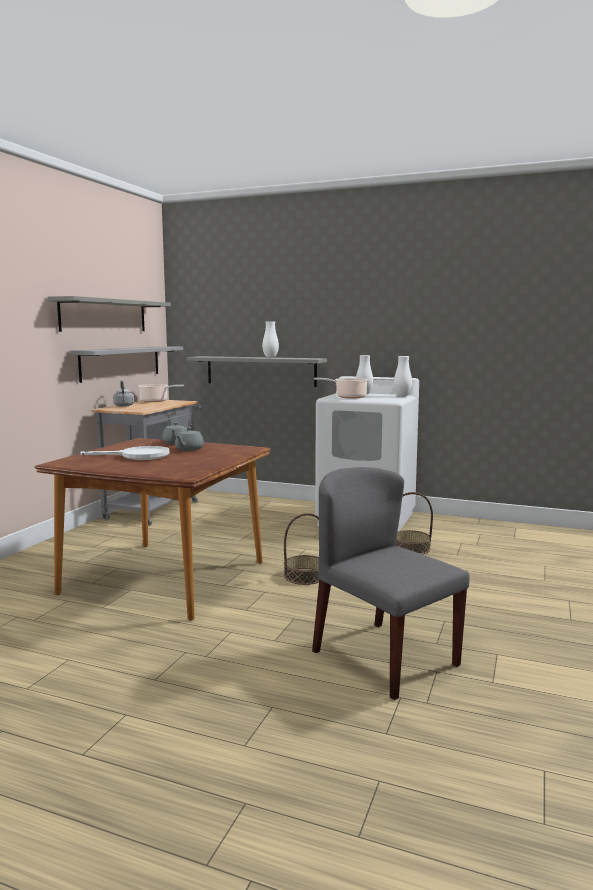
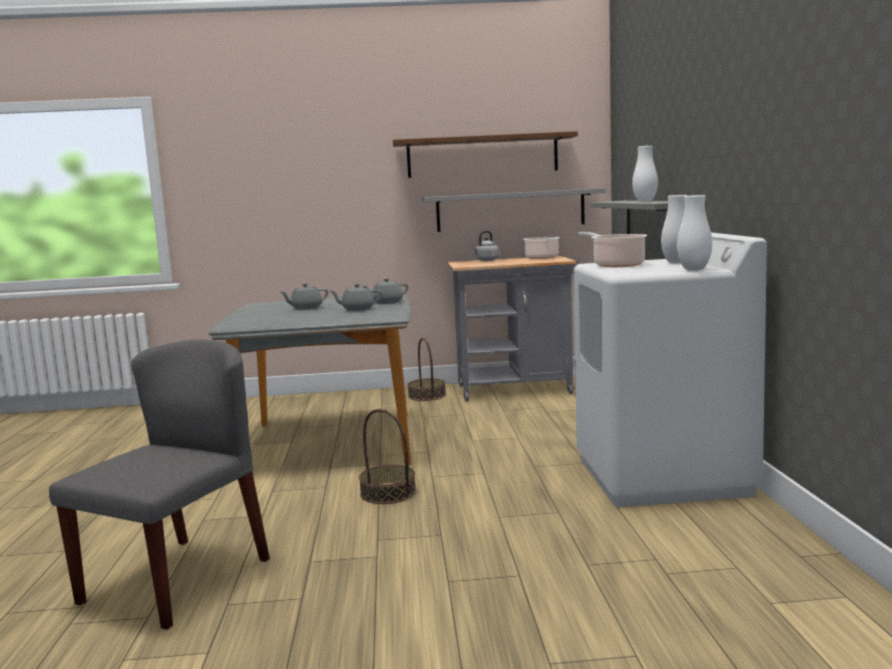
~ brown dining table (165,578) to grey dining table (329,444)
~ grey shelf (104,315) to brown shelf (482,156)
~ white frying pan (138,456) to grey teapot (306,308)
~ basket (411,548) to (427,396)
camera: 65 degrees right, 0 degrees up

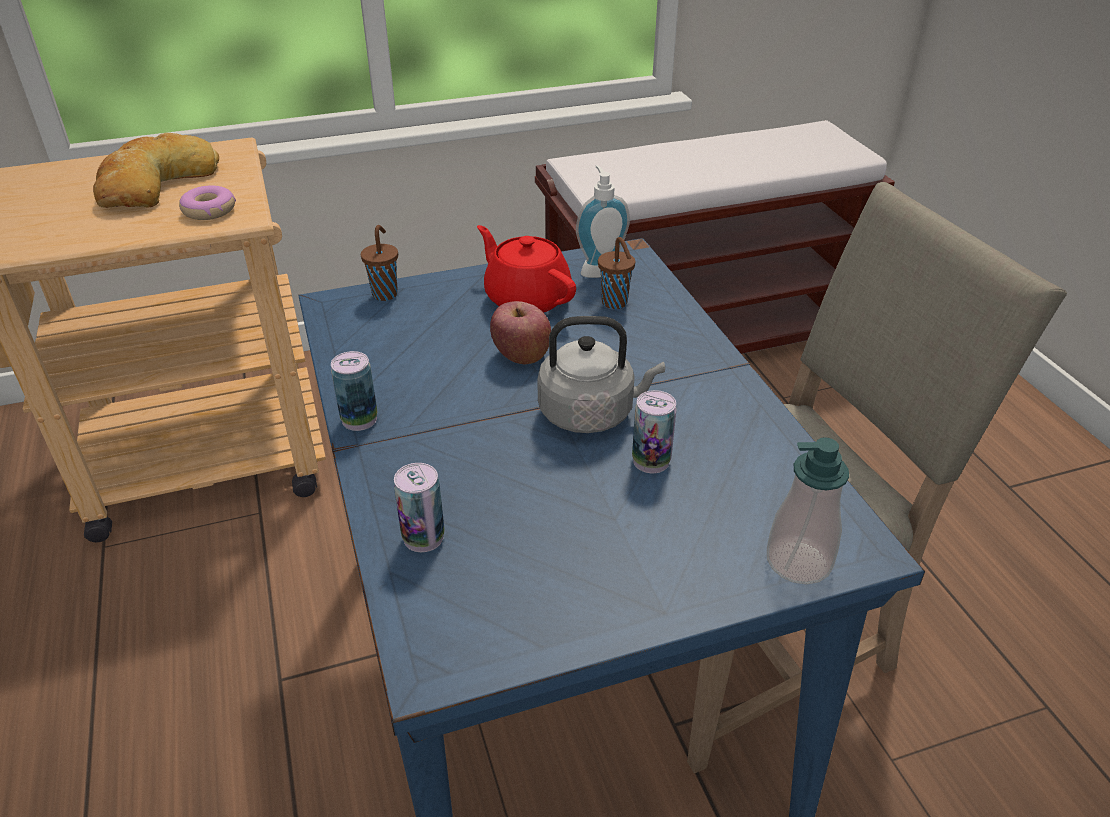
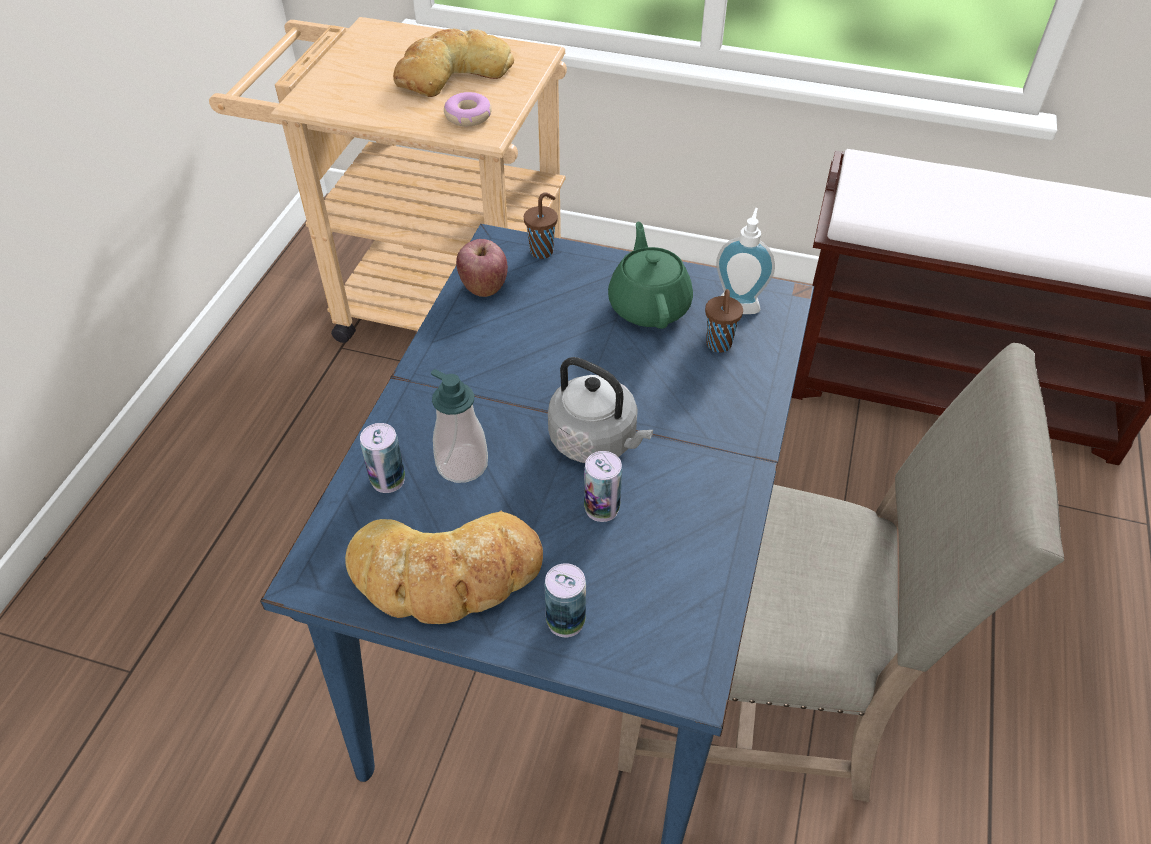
~ can (359,419) to (565,621)
~ red teapot (526,298) to green teapot (649,305)
~ apple (521,355) to (484,286)
~ soap dispenser (798,561) to (462,464)
+ bread (446,574)
camera: 35 degrees right, 10 degrees up

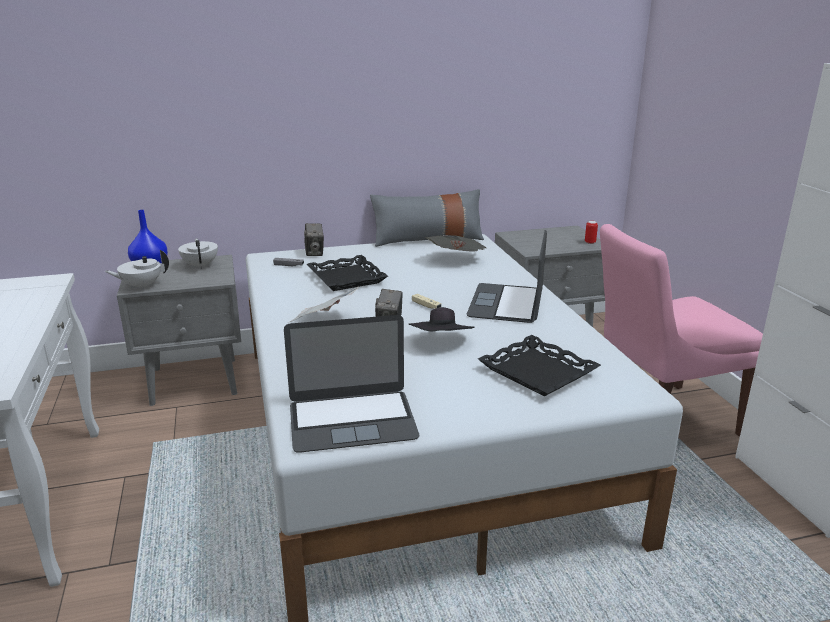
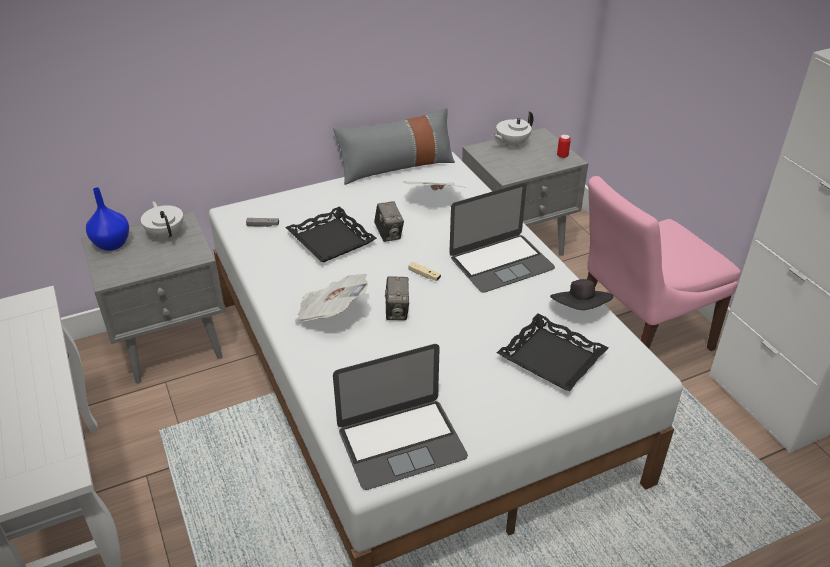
~ white teapot (141,286) to (511,144)
~ photo camera (314,253) to (389,234)
~ black hat (441,343) to (580,310)
~ laptop (506,303) = (501,263) 120 degrees counterclockwise
camera: 10 degrees left, 15 degrees up

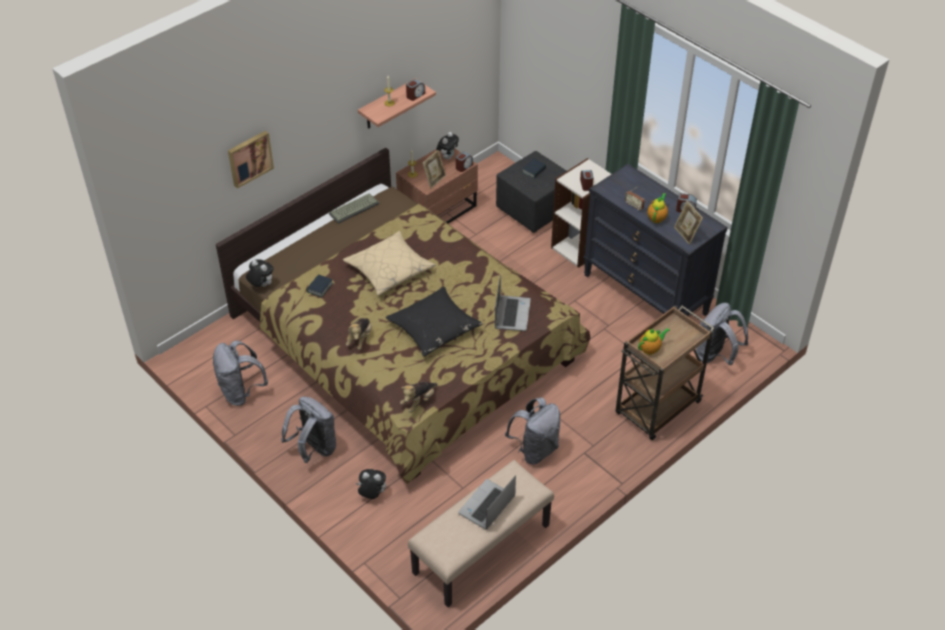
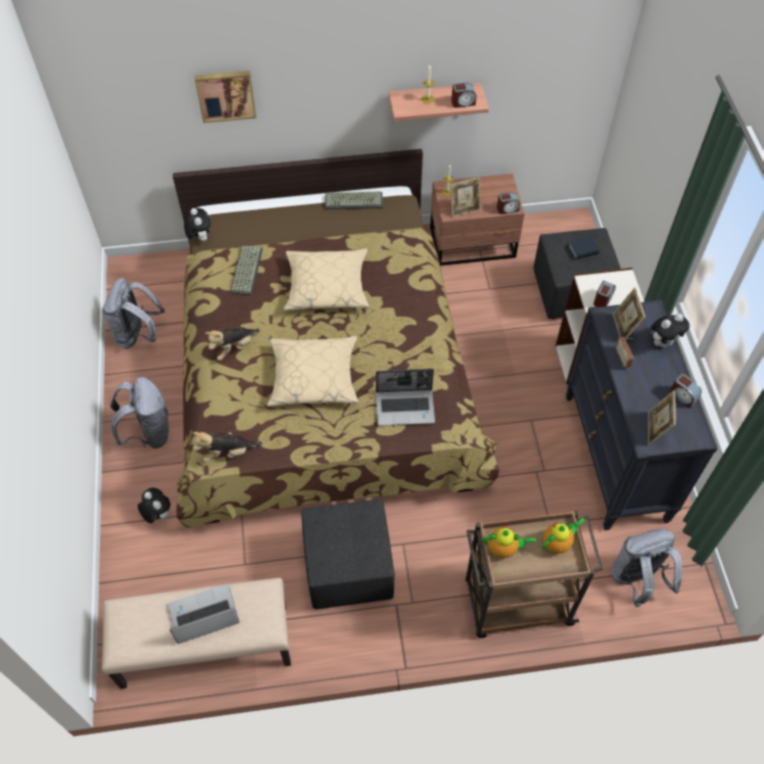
~ book (319,287) to keyboard (245,270)
~ black pillow (434,328) to beige pillow (314,377)
~ plush toy (448,157) to (663,342)
~ laptop (511,313) = (406,407) 45 degrees clockwise
~ grey backpack (535,449) to black ottoman (349,568)
~ teapot (657,218) to (558,543)
+ picture frame (624,328)
camera: 35 degrees right, 10 degrees up

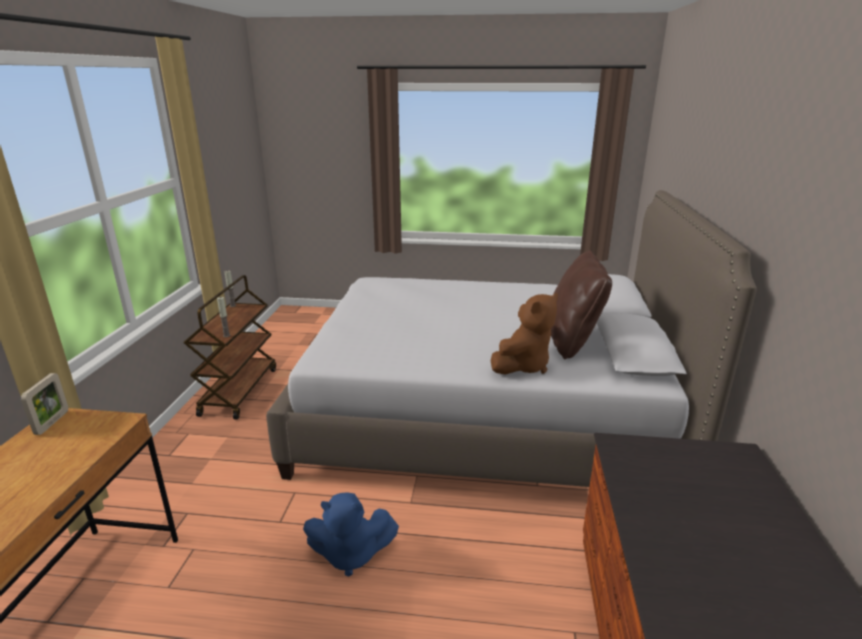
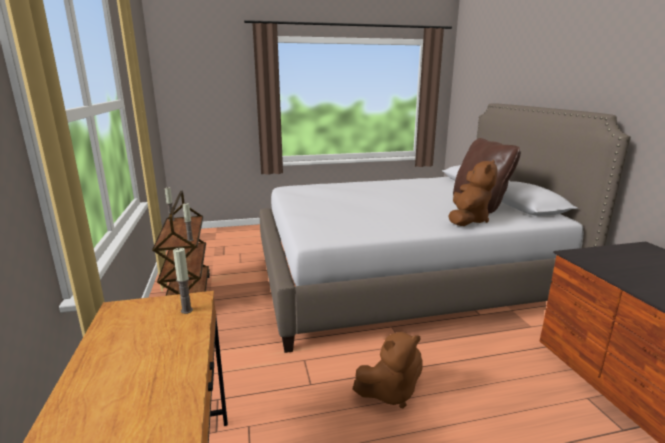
- picture frame (52,422)
~ blue plush toy (350,554) to brown plush toy (390,392)
+ candle (186,310)
camera: 20 degrees left, 5 degrees down

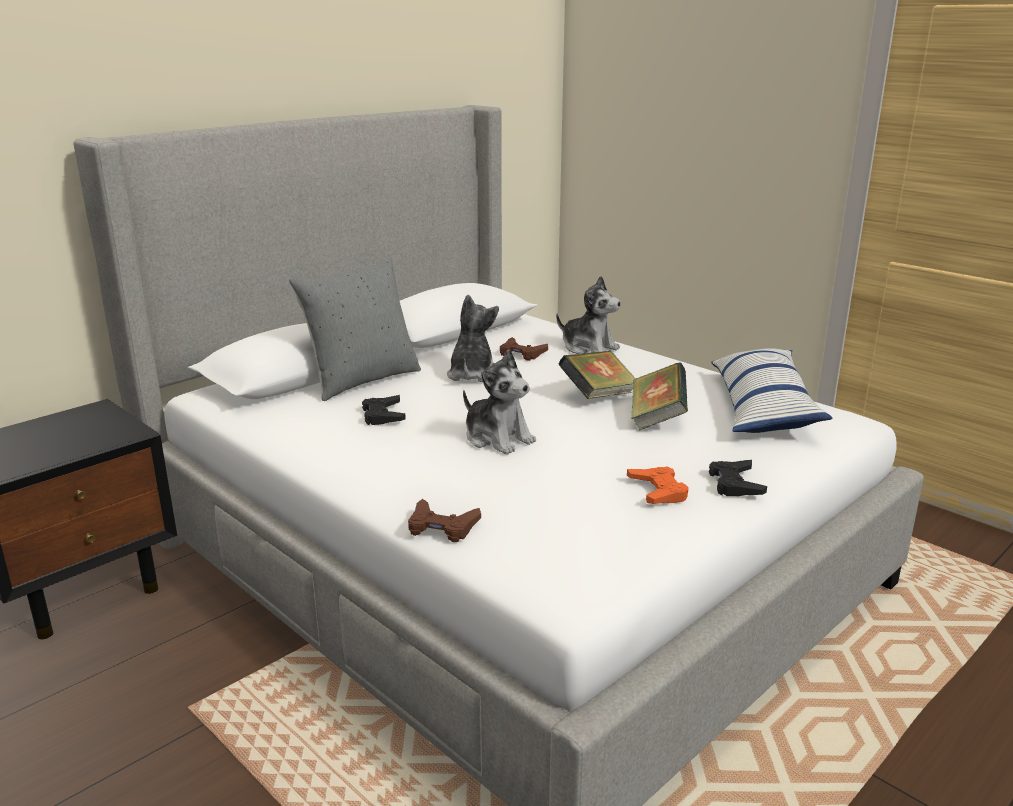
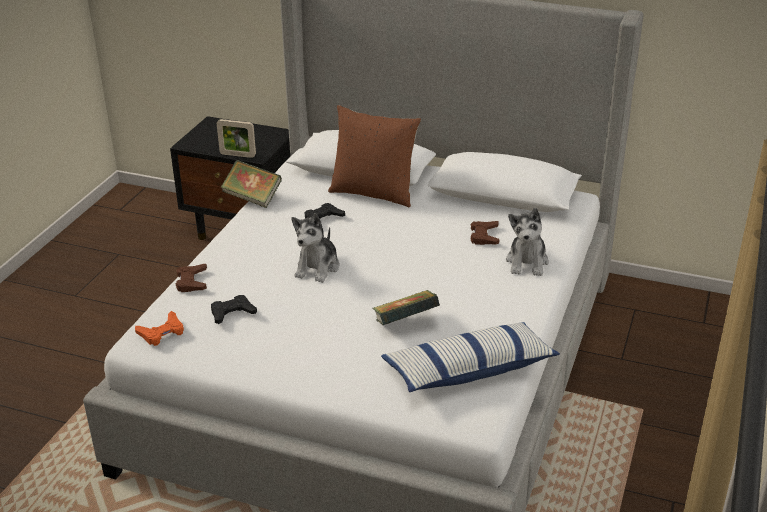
~ grey pillow (362,380) to brown pillow (374,193)
- plush toy (472,375)
~ book (598,396) to (252,198)
~ orange game controller (658,491) to (162,333)
~ black game controller (735,484) to (232,313)
+ picture frame (238,155)
camera: 65 degrees right, 10 degrees up

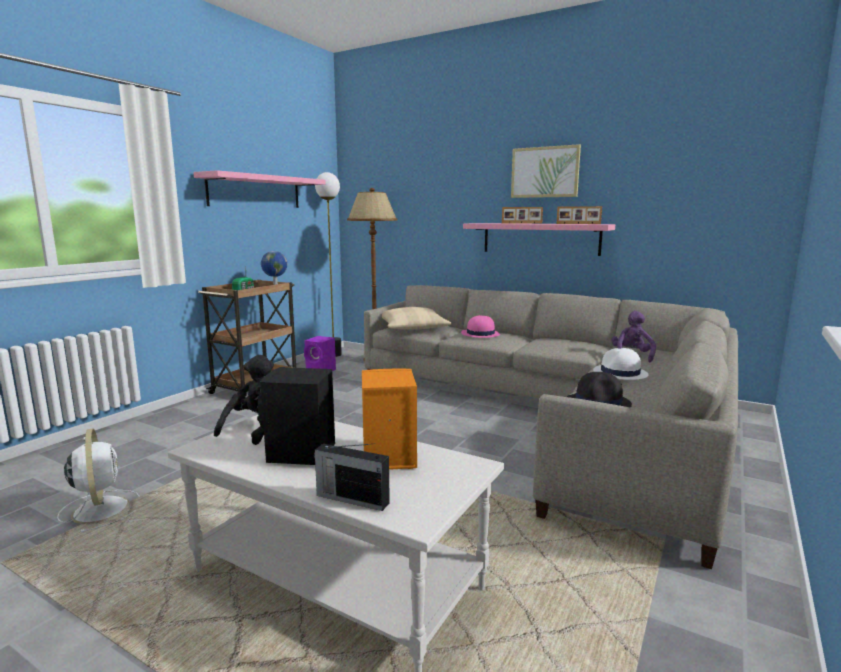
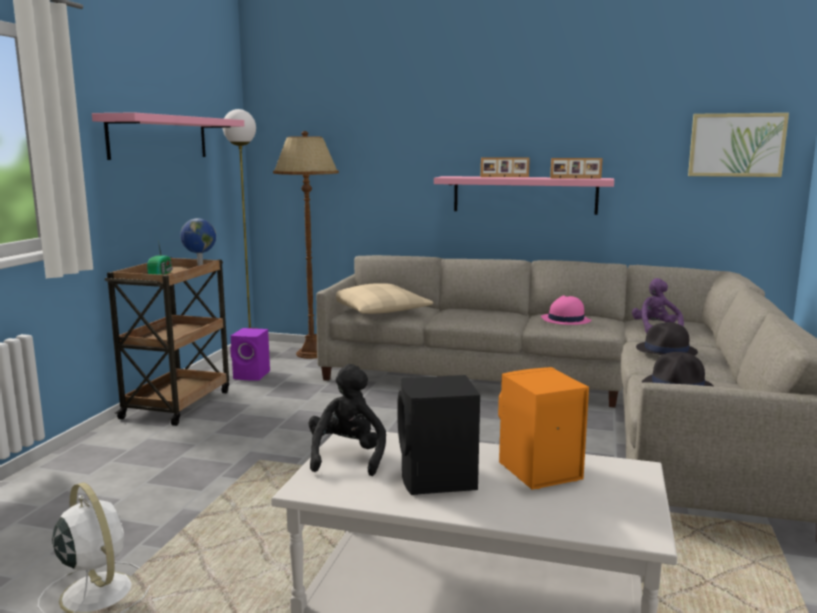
- radio (351,498)
~ pink hat (480,334) to (565,320)
~ picture (545,172) to (736,145)
~ white hat (620,373) to black hat (666,351)
camera: 15 degrees left, 0 degrees up

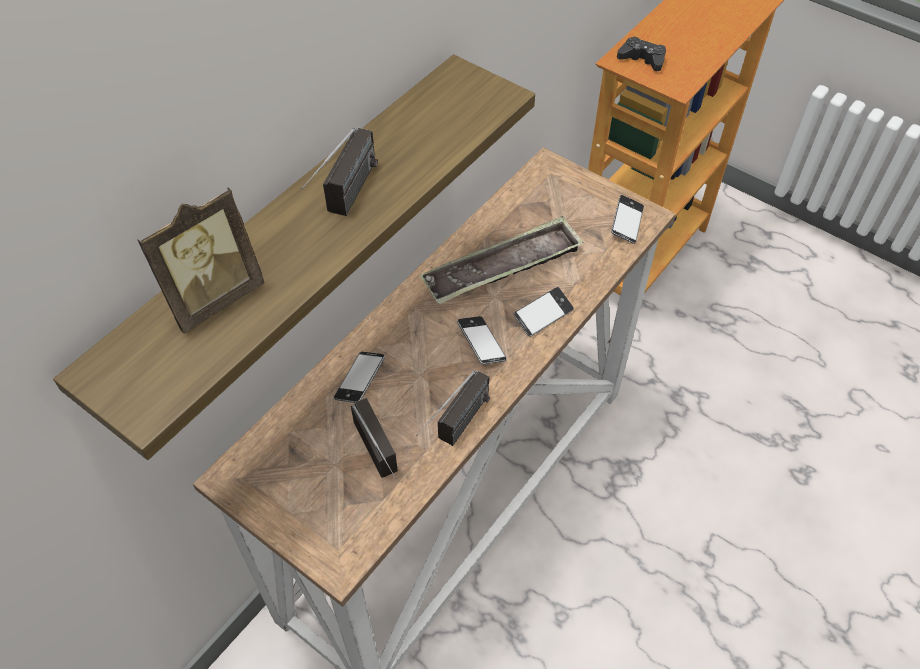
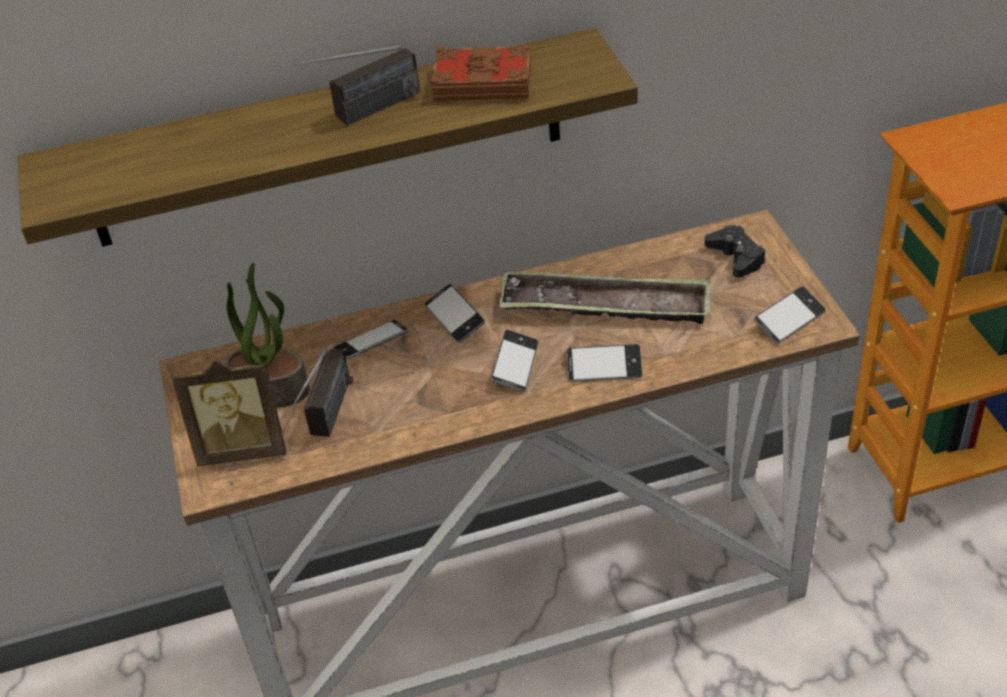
~ picture frame (213,298) to (243,448)
- radio (455,431)
~ black game controller (642,59) to (736,257)
+ potted plant (272,389)
+ phone (455,318)
+ brown book (483,82)
camera: 40 degrees right, 10 degrees down

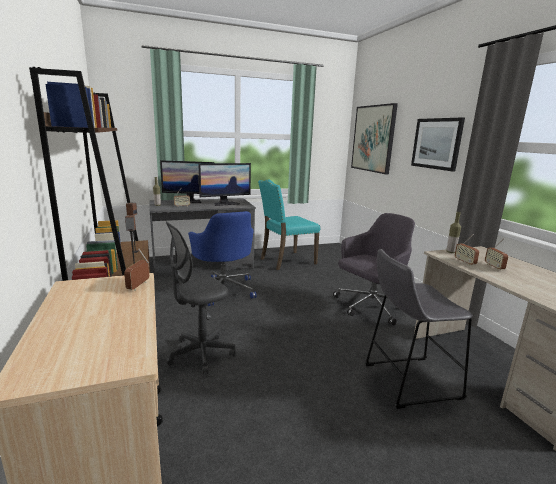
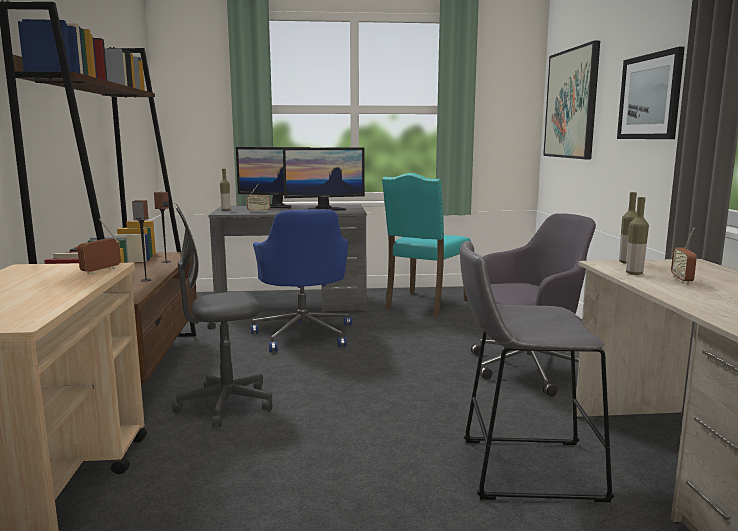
~ turquoise chair (286,261) = (424,305) 45 degrees counterclockwise
~ radio (465,262) to bottle (634,273)
camera: 15 degrees right, 5 degrees down

